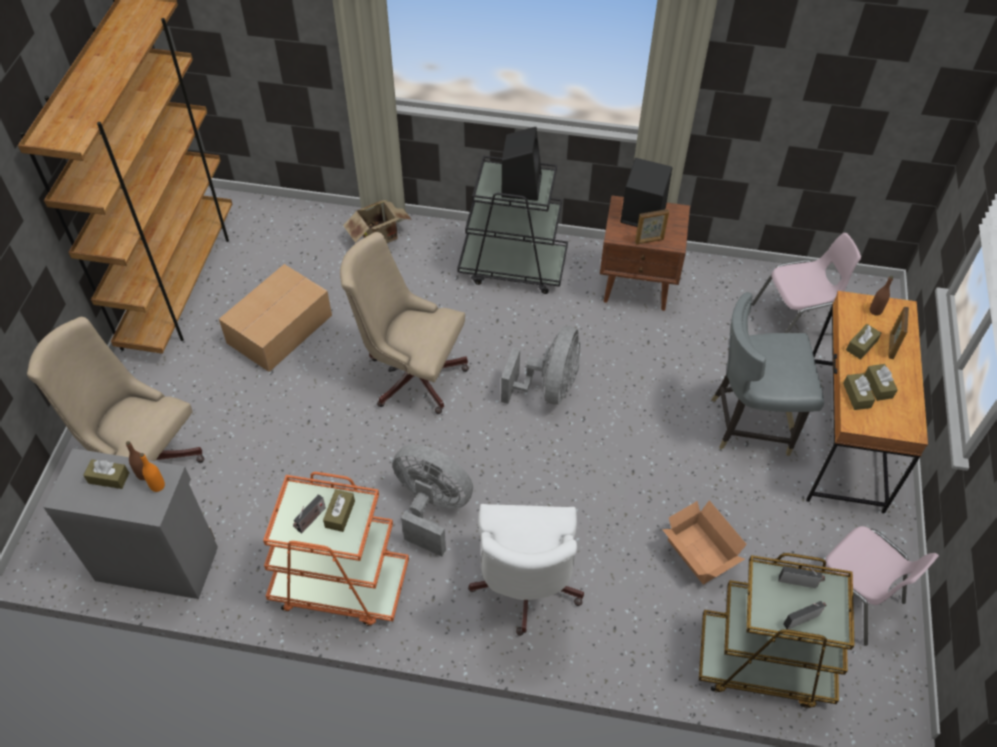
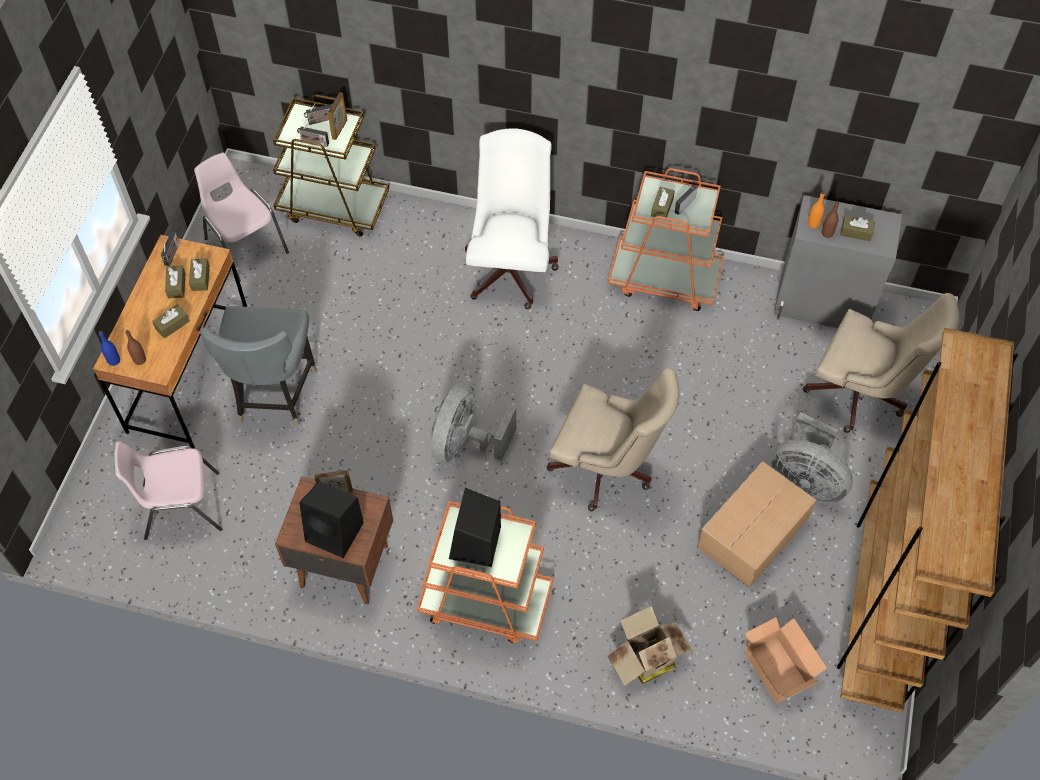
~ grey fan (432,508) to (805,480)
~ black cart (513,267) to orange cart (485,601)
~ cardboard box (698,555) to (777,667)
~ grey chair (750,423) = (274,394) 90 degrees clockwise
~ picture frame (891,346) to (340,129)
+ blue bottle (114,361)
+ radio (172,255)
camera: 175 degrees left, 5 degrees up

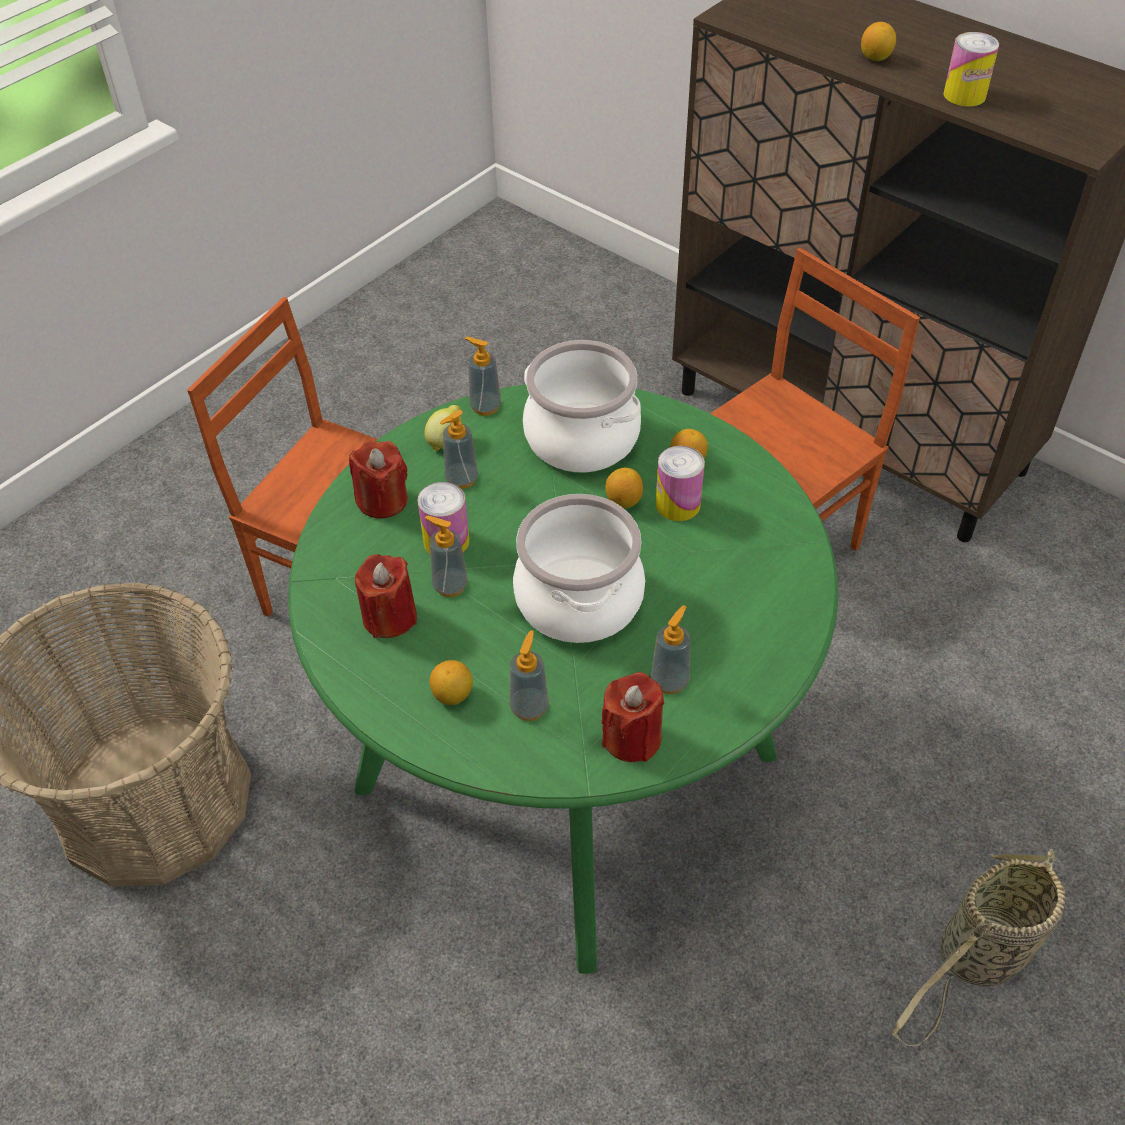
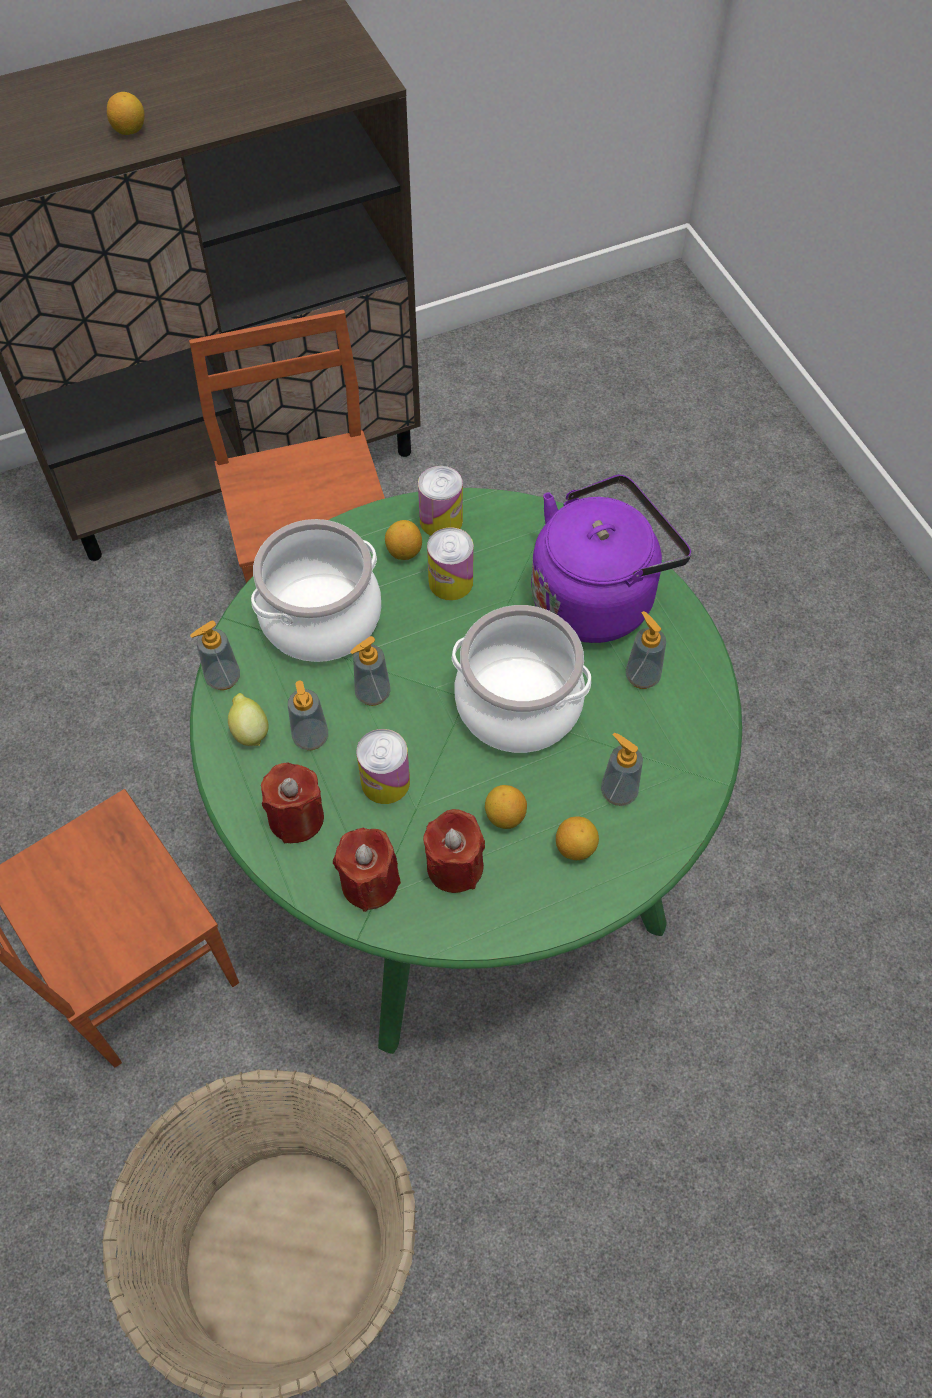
~ soap dispenser (450,585) to (372,693)
~ red candle (632,738) to (370,882)
~ lemon (623,501) to (505,816)
- basket (977,959)
~ can (964,95) to (441,520)
+ purple kettle (597,596)
camera: 65 degrees left, 10 degrees up

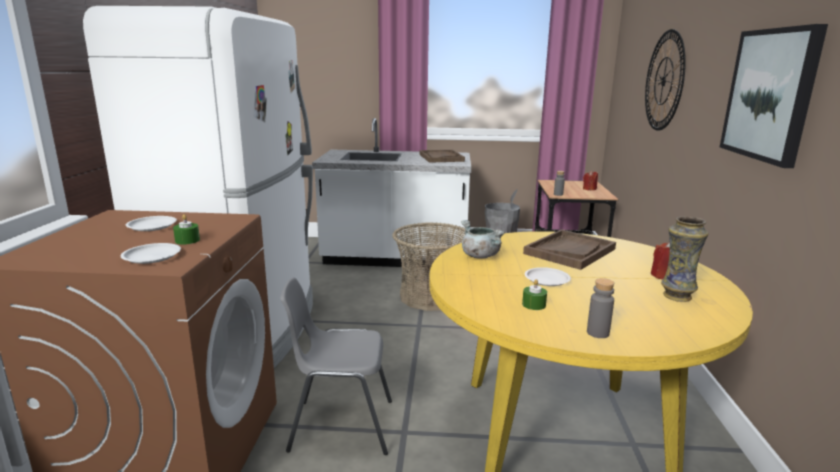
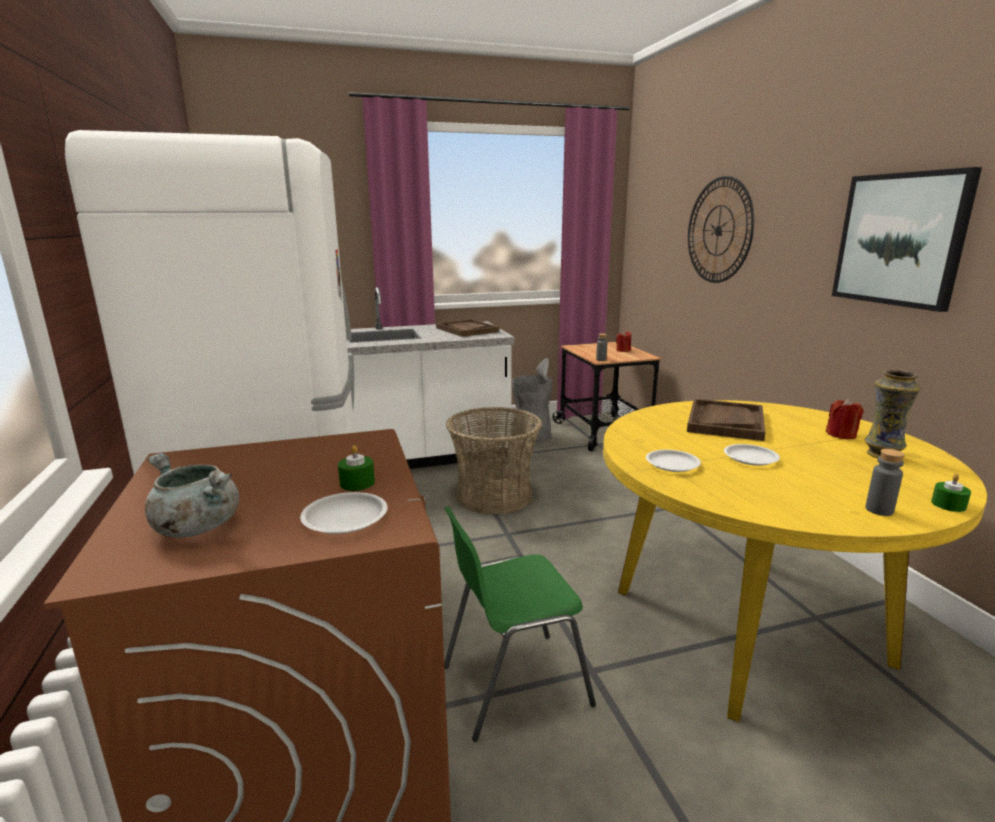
~ white plate (151,226) to (672,464)
~ grey chair (341,425) to green chair (513,684)
~ grey cooking pot (479,256) to (195,527)
~ green candle (534,305) to (948,505)
camera: 20 degrees left, 0 degrees up

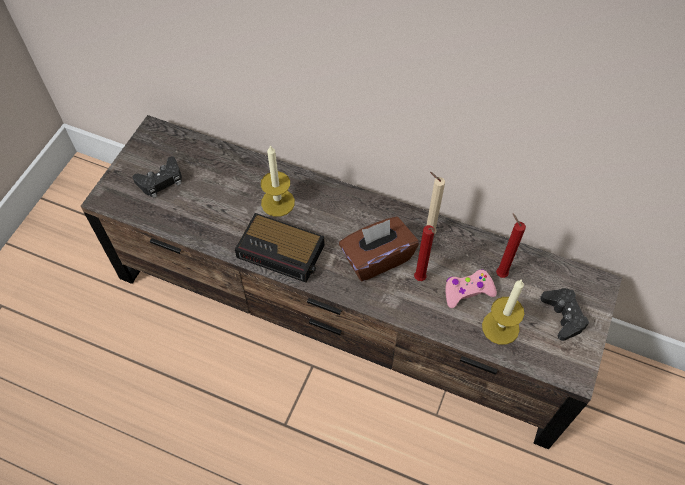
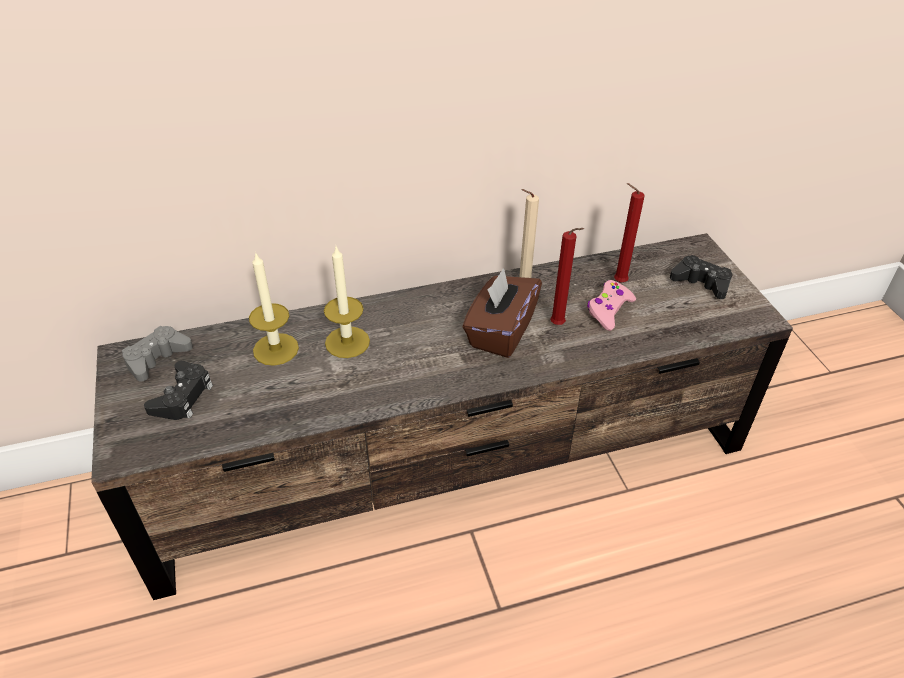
- alarm clock (282,252)
~ candle (500,327) to (276,349)
+ grey game controller (157,358)
camera: 40 degrees left, 15 degrees down

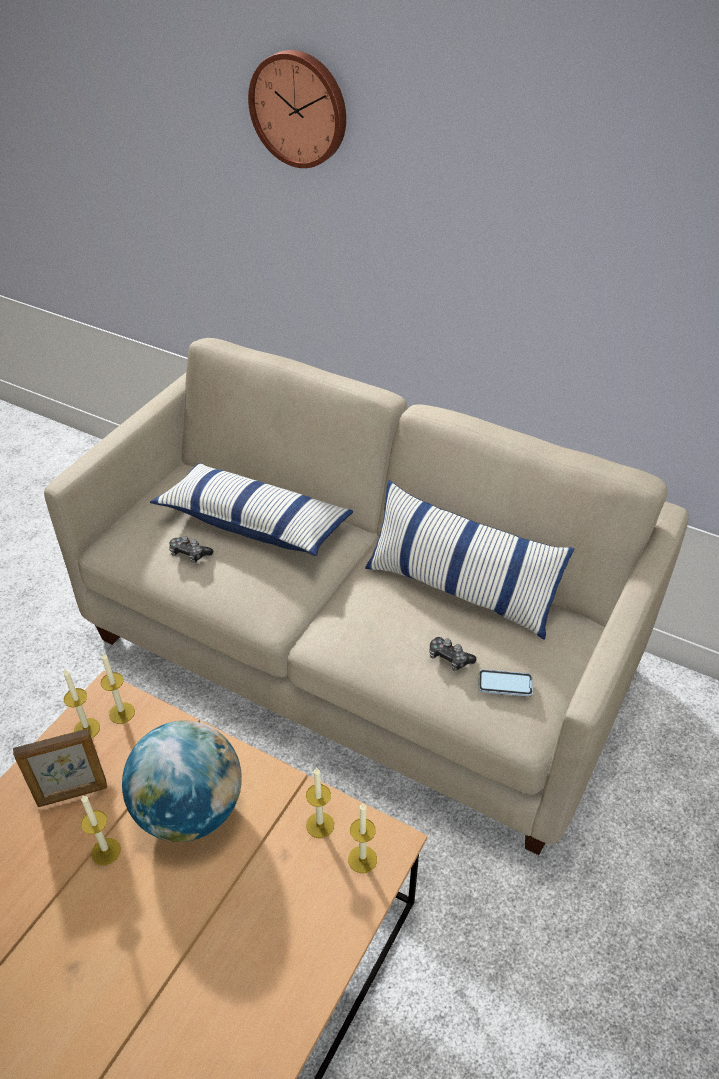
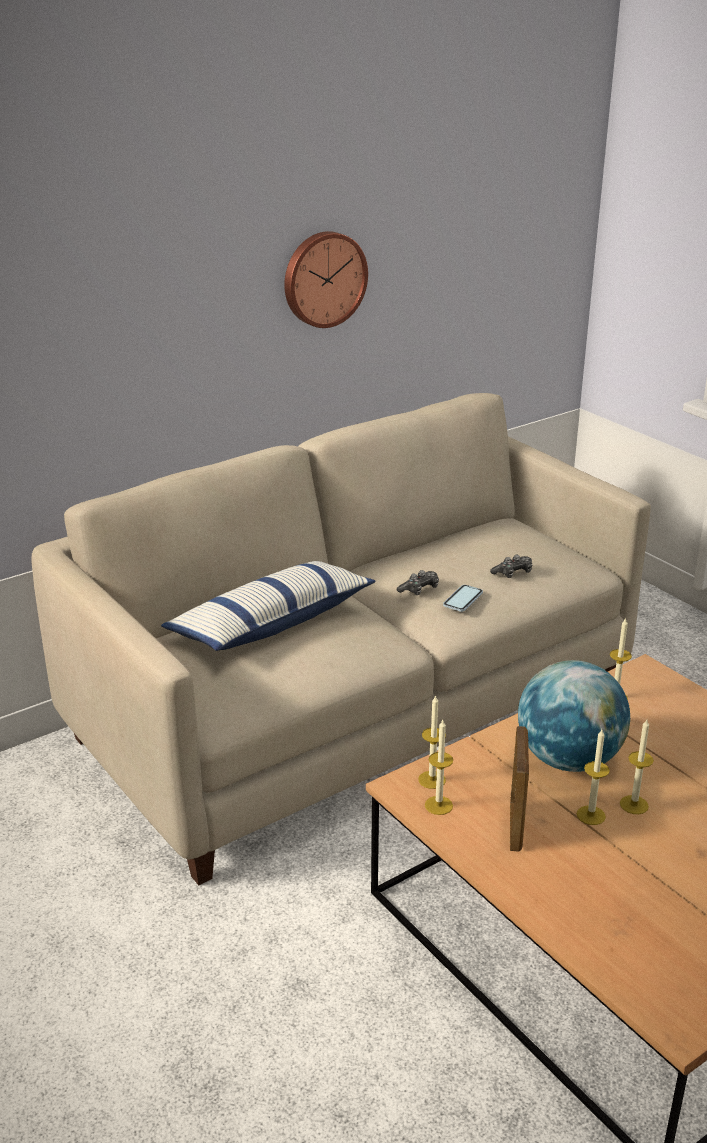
~ game controller (189,554) to (419,589)
~ wall clock (300,108) to (323,279)
~ candle (362,859) to (634,805)
- pillow (460,588)
~ phone (505,684) to (463,599)
camera: 65 degrees left, 15 degrees down

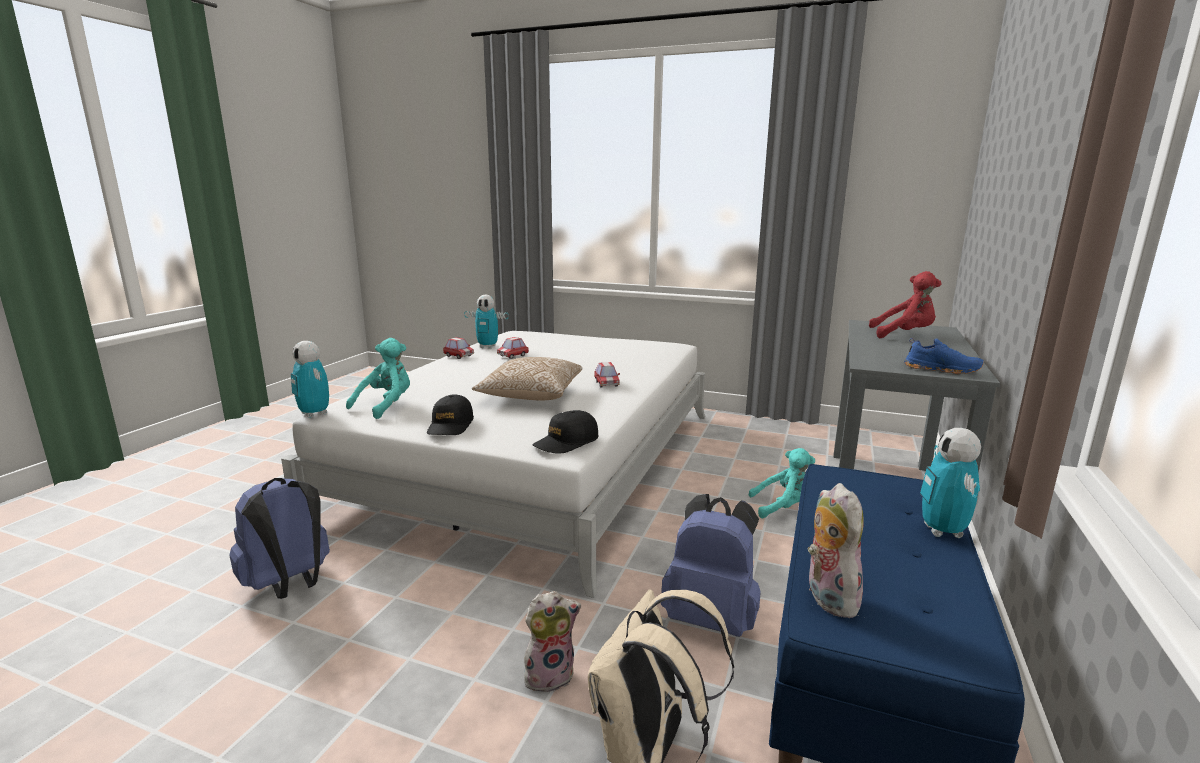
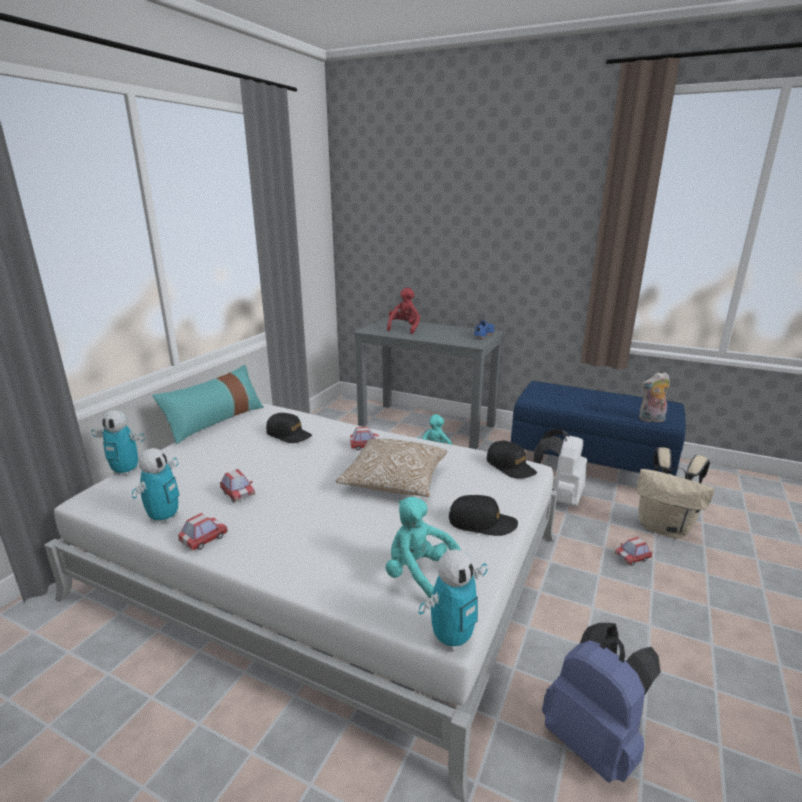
~ plush toy (550,674) to toy car (632,558)
~ blue backpack (711,618) to white backpack (559,498)
~ toy robot (942,531) to (126,472)
+ turquoise pillow (216,421)
+ black cap (289,434)
camera: 85 degrees left, 5 degrees up

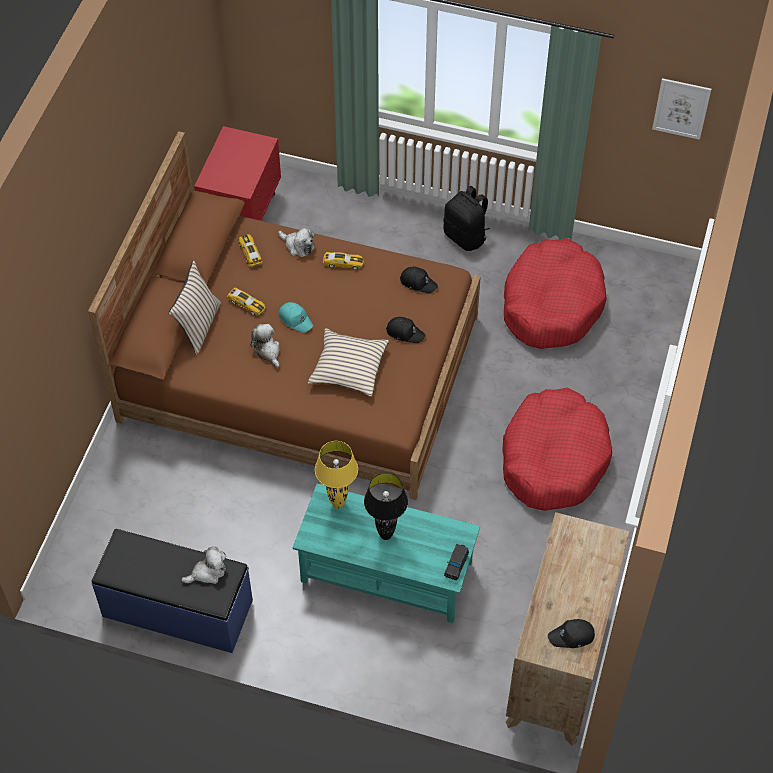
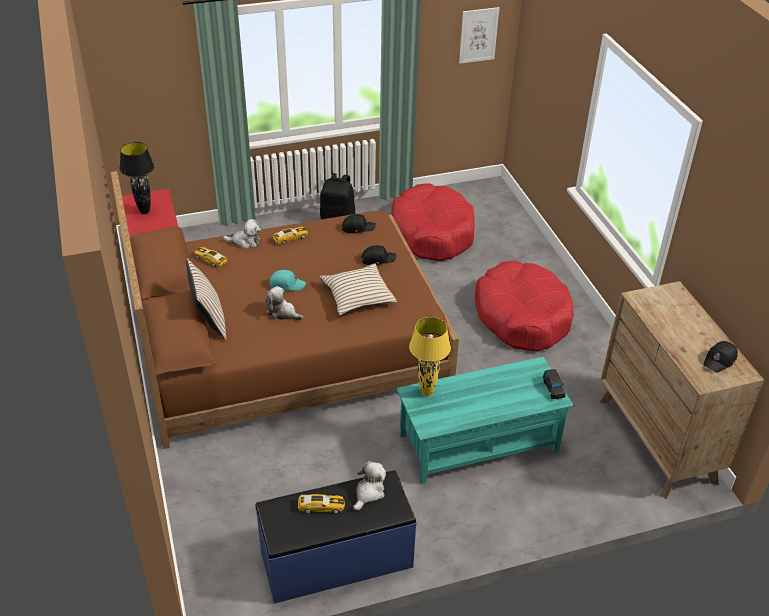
~ toy car (247,304) to (321,506)
~ black table lamp (386,535) to (145,212)
camera: 35 degrees left, 15 degrees down

